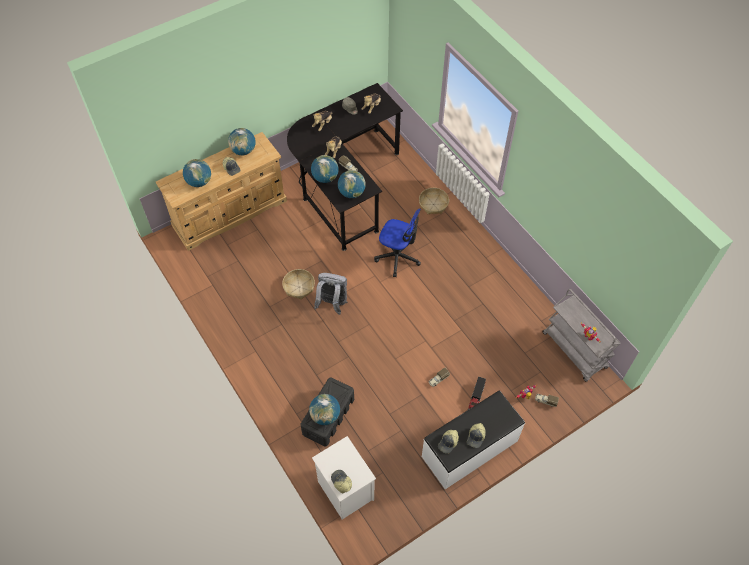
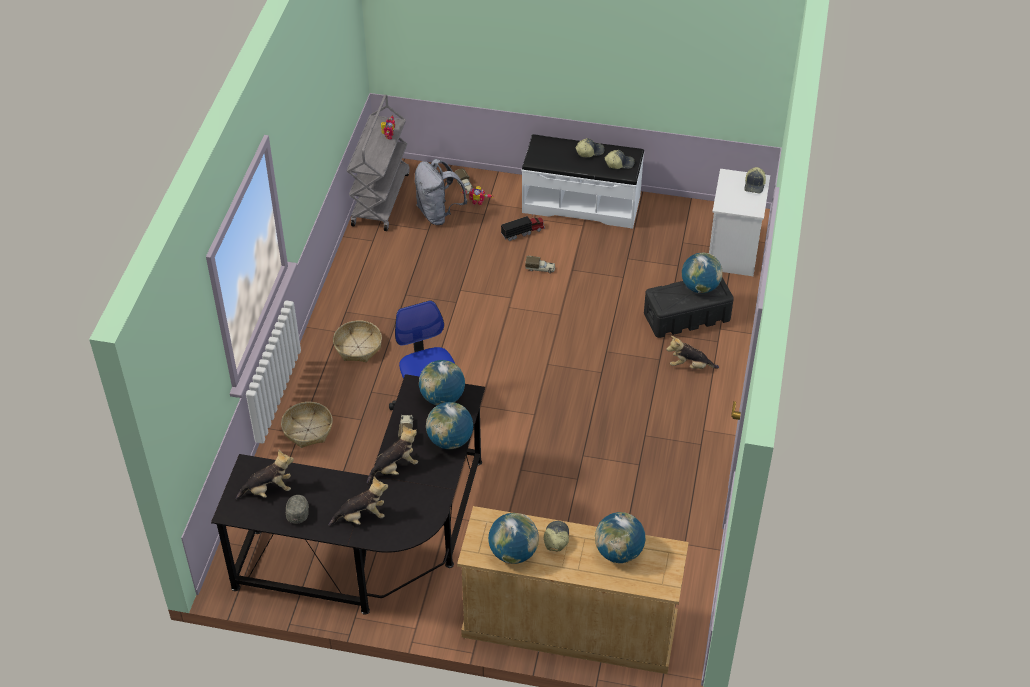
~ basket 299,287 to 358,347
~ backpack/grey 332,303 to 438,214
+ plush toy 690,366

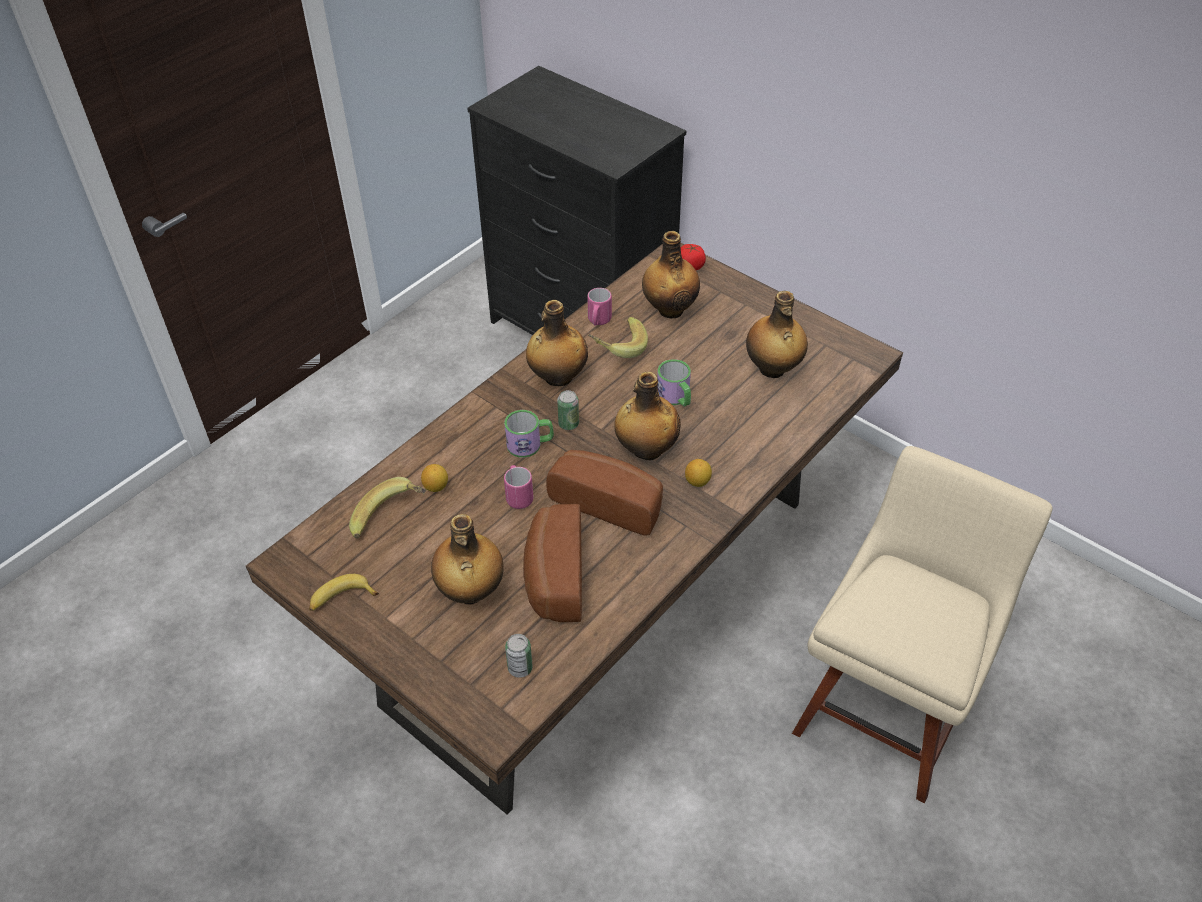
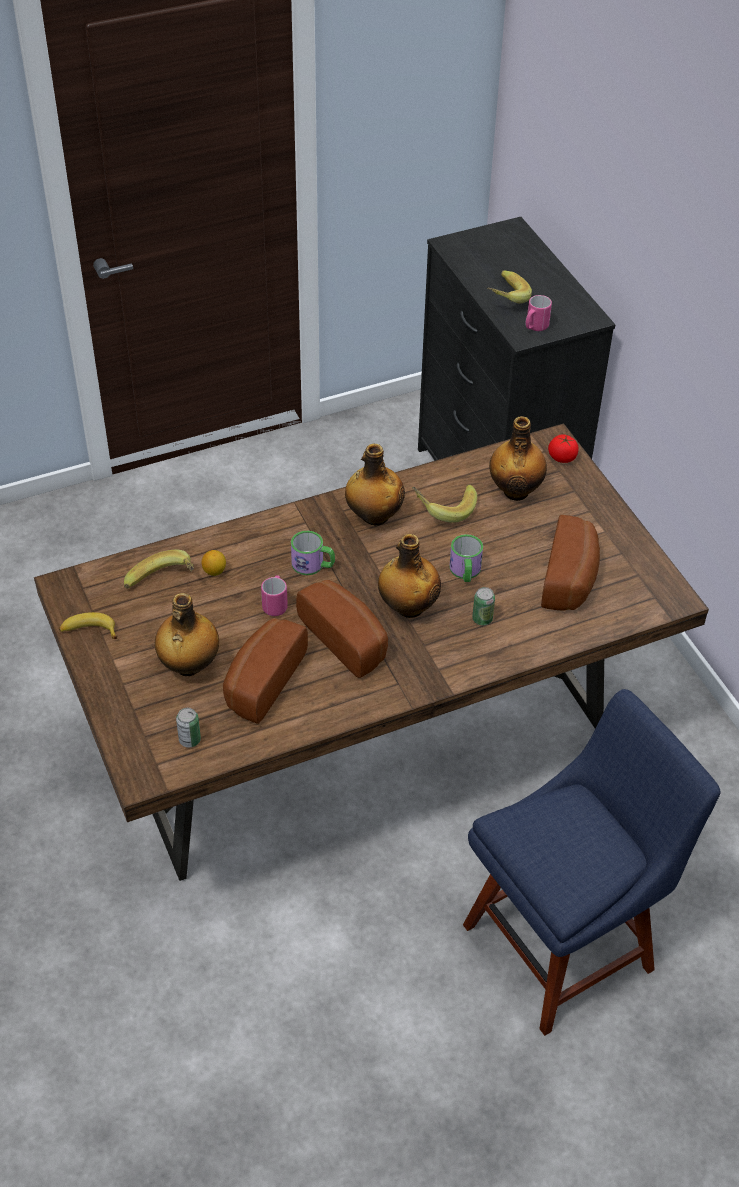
~ can 568,424 to 482,619
~ mug/pink 598,321 to 534,327
- lemon 697,481
~ bottle 772,369 to bread 571,579
~ chair/beige 887,708 to chair/blue 566,942
+ banana 503,298

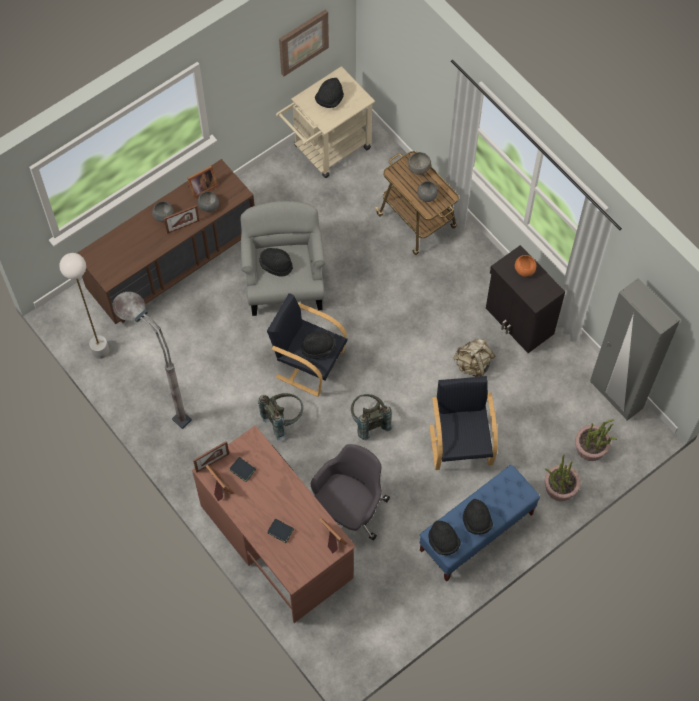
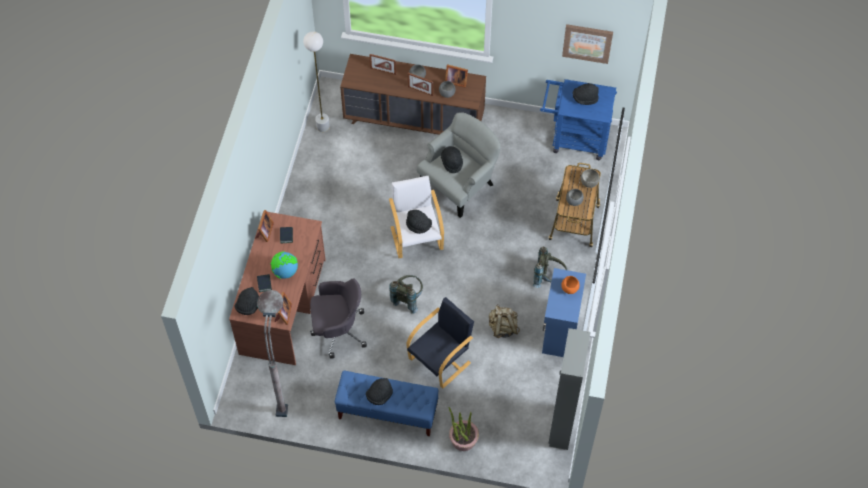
~ floor lamp/grey 161,401 to 285,388
~ picture frame 212,462 to 383,71
~ backpack/grey 283,419 to 549,278
~ armchair/black 309,363 to armchair/white 416,237
~ cart/beige 327,150 to cart/blue 574,139
~ hat/black 443,541 to 248,306
~ cabinet/black 519,322 to cabinet/blue 559,332
- potted plant 591,447
+ globe 285,272

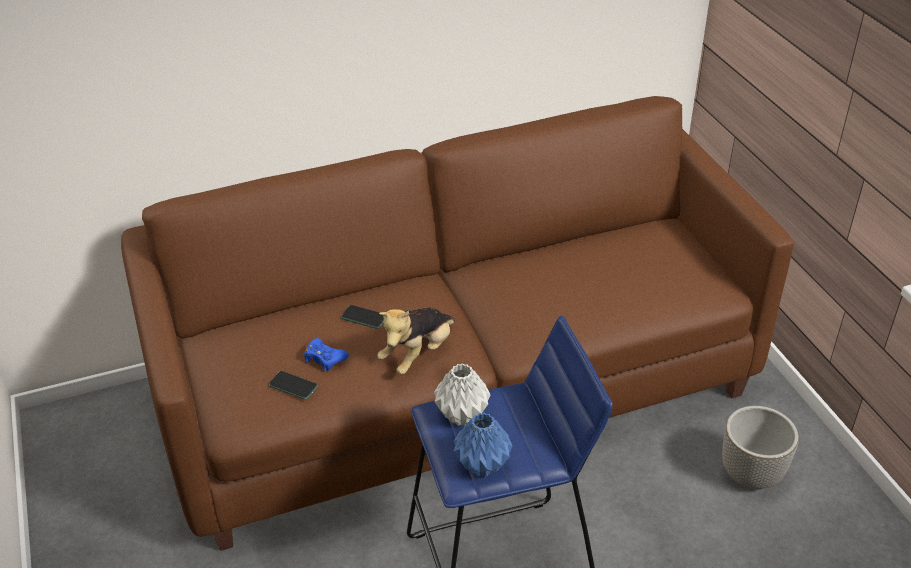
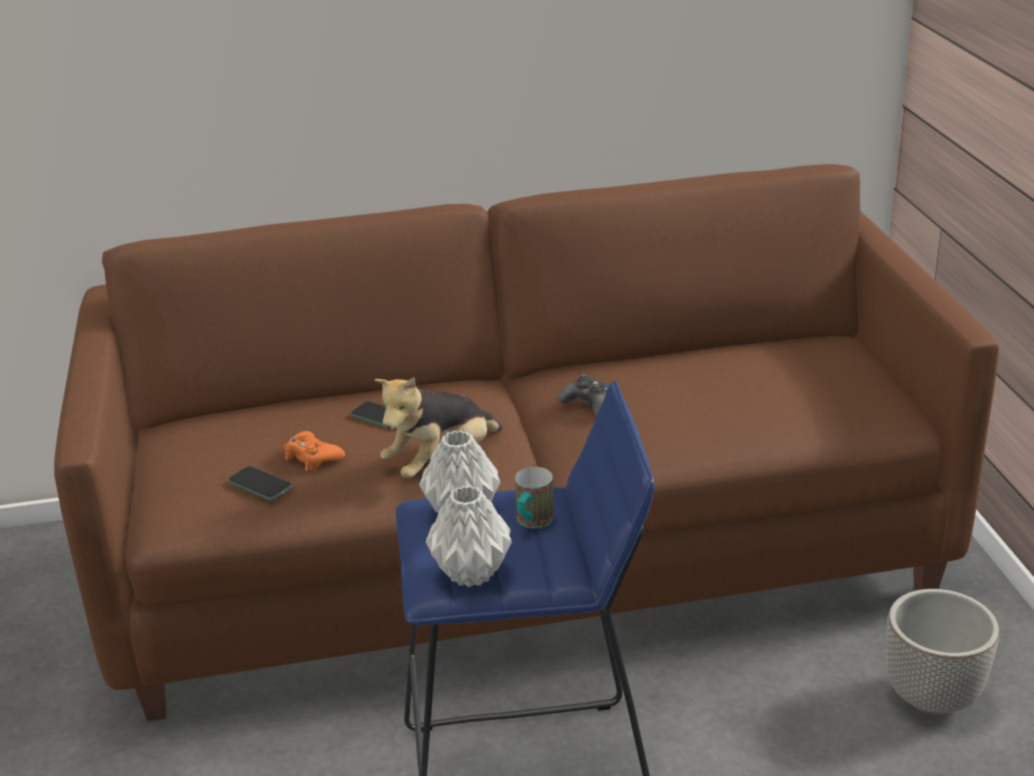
~ game controller/blue 324,359 to game controller/orange 312,458
~ vase/blue 482,467 to vase/grey 471,575
+ mug 532,522
+ game controller/black 589,404

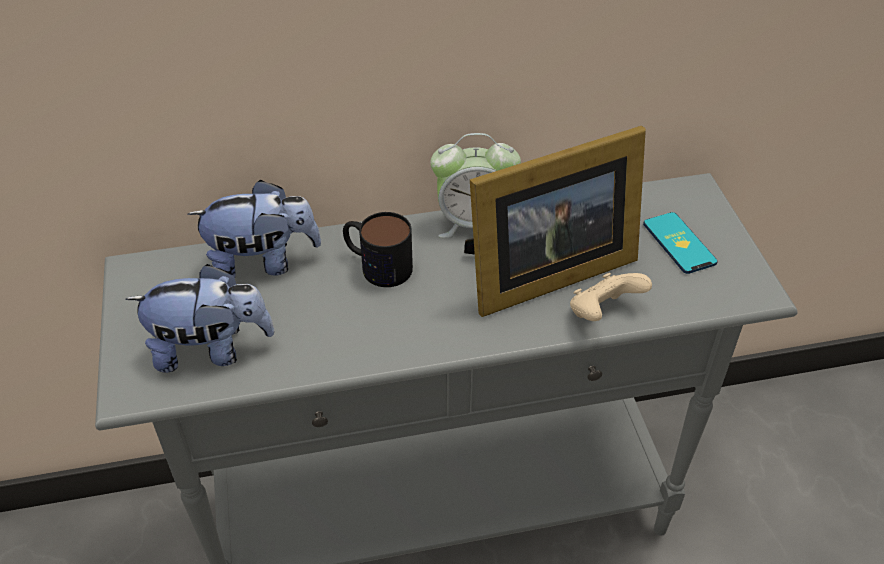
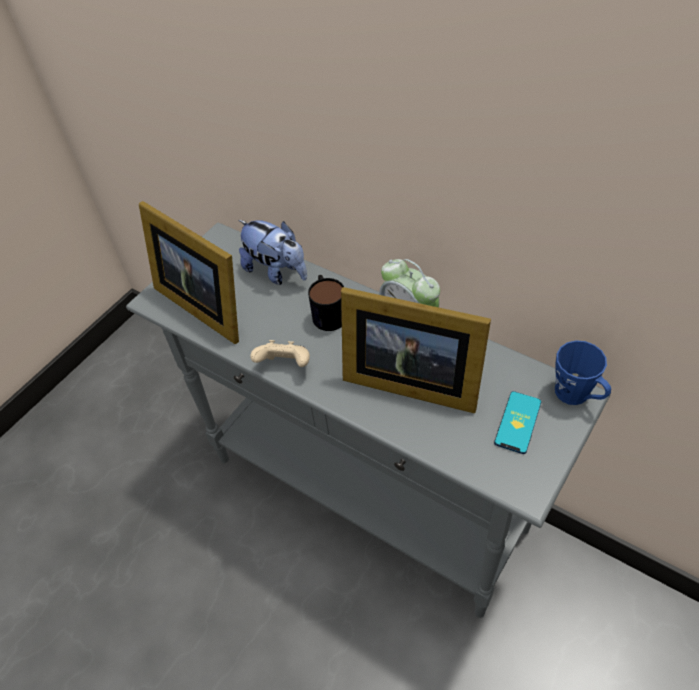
~ plush toy 211,349 to picture frame 204,302
~ game controller/beige 603,313 to 285,365
+ mug/blue 577,395

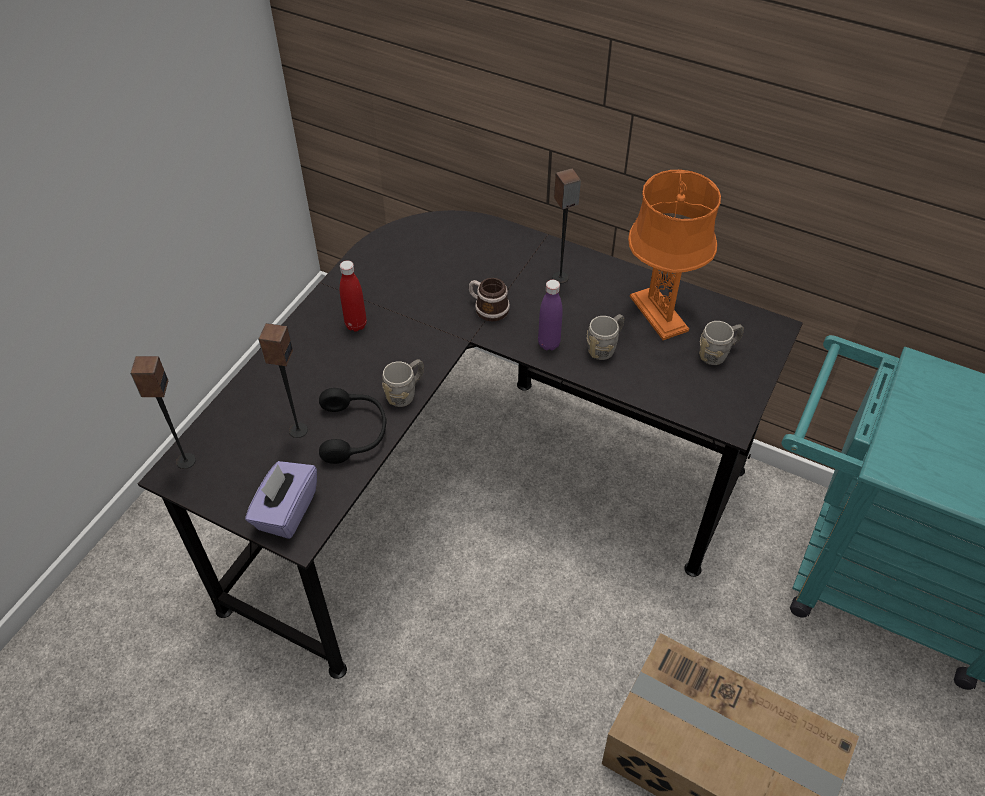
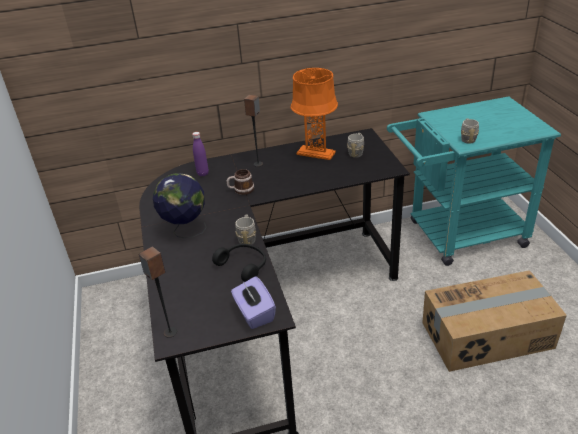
- speaker 298,430
~ bottle/red 356,325 to globe 185,230
~ bottle/purple 549,344 to 203,173
~ mug/grey 605,347 to 467,138

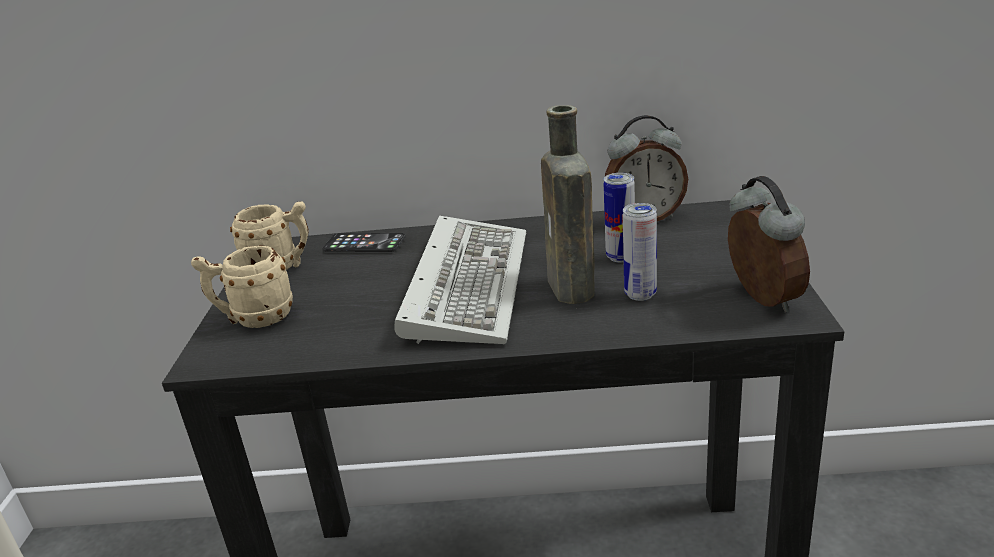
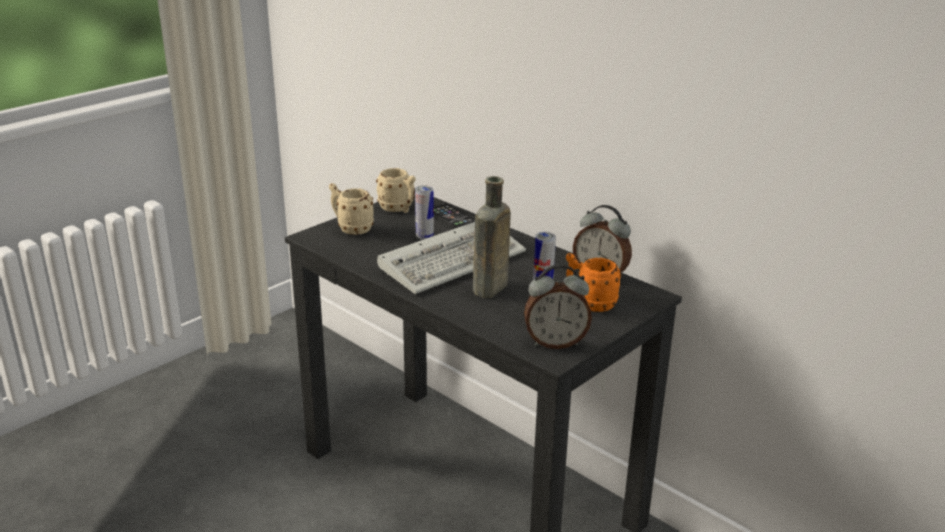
~ can 640,294 to 424,237
~ alarm clock 760,300 = 555,342 60 degrees clockwise
+ mug/orange 589,303

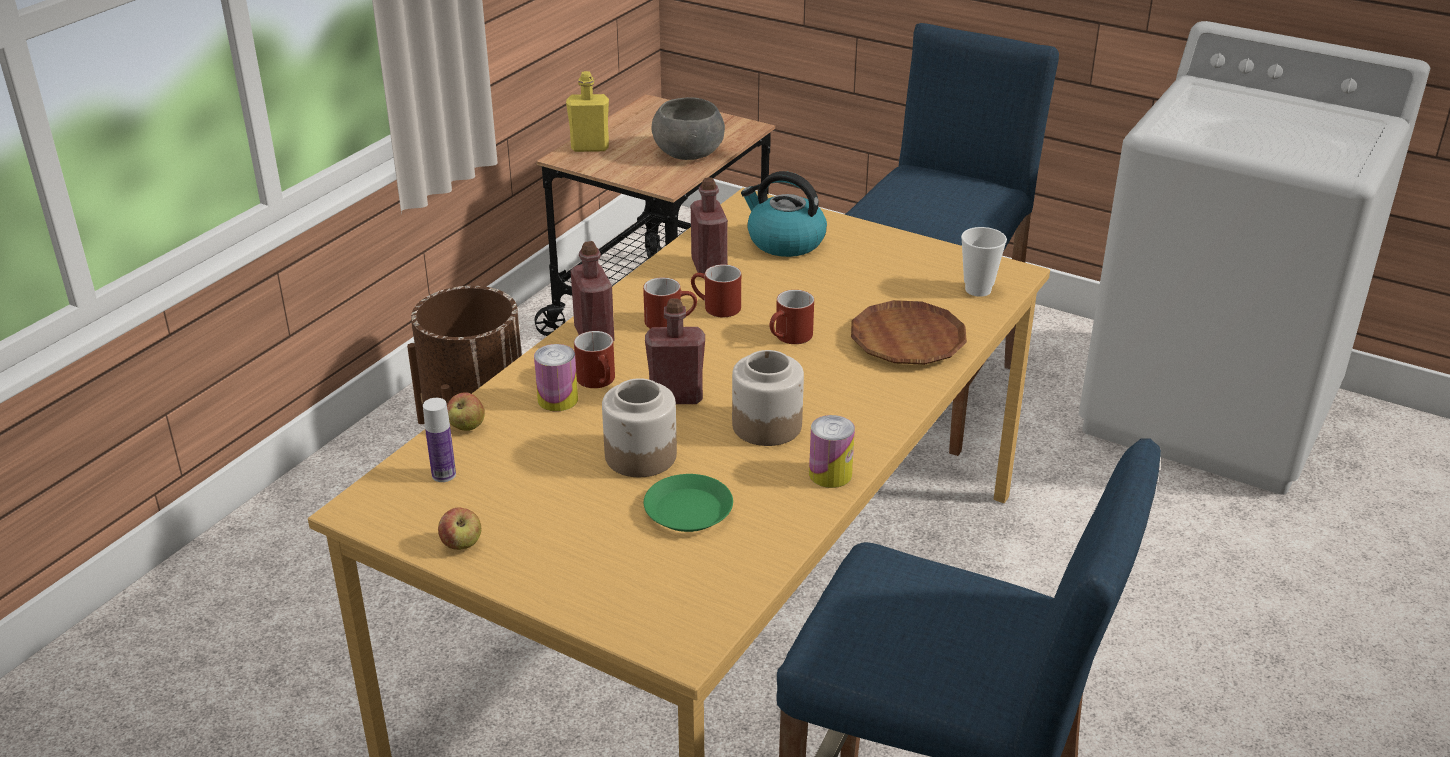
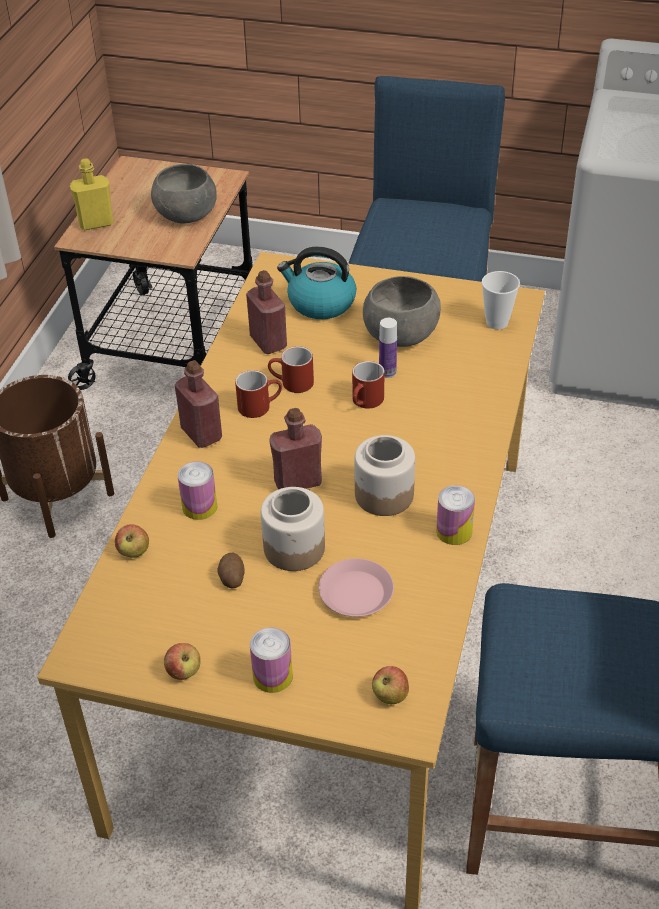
~ bottle 444,475 to 387,372
- mug/red 600,381
~ plate/green 688,510 to plate/pink 356,592
- plate/brown 907,340
+ potato 231,578
+ can 272,676
+ bowl/grey 400,333
+ apple 390,695

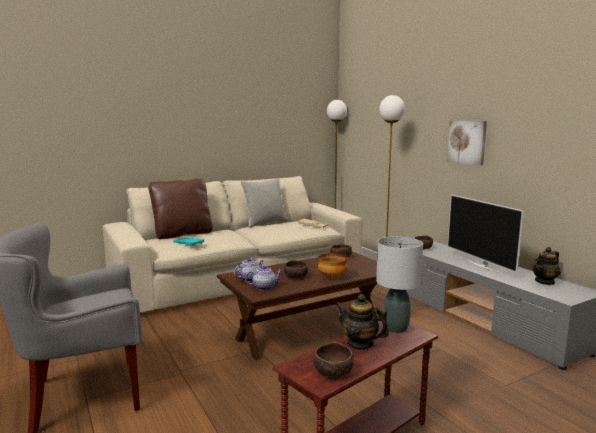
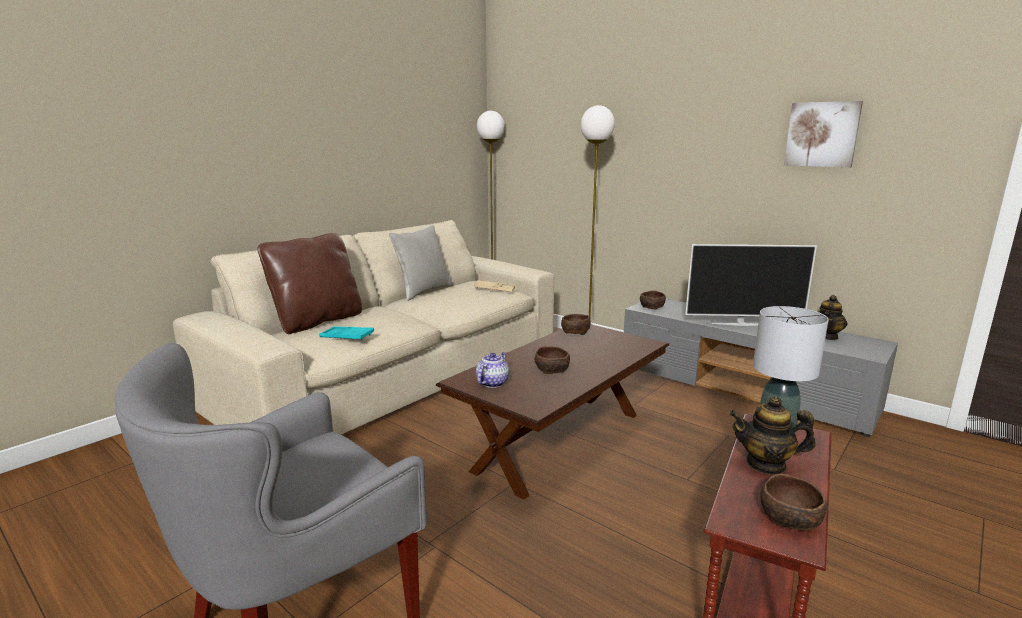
- teapot 264,287
- bowl 332,278
~ picture 467,142 to 822,134
~ television 481,266 = 741,324 45 degrees counterclockwise

